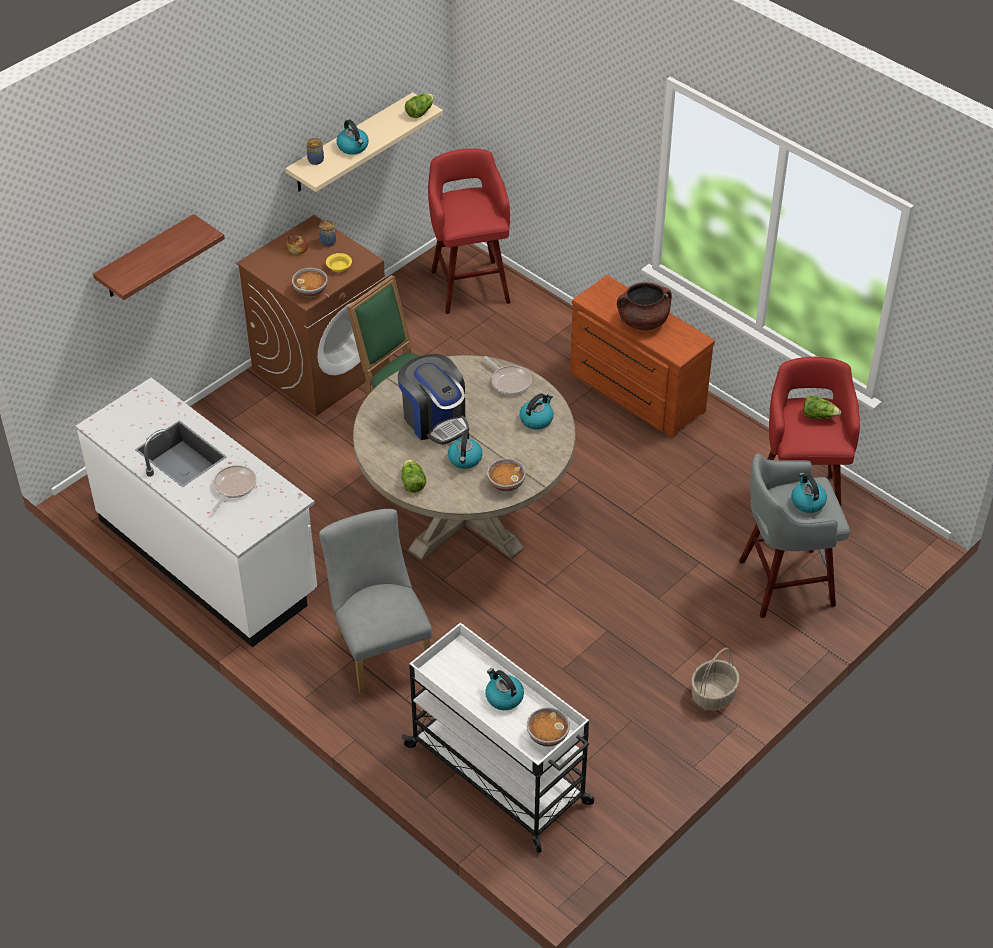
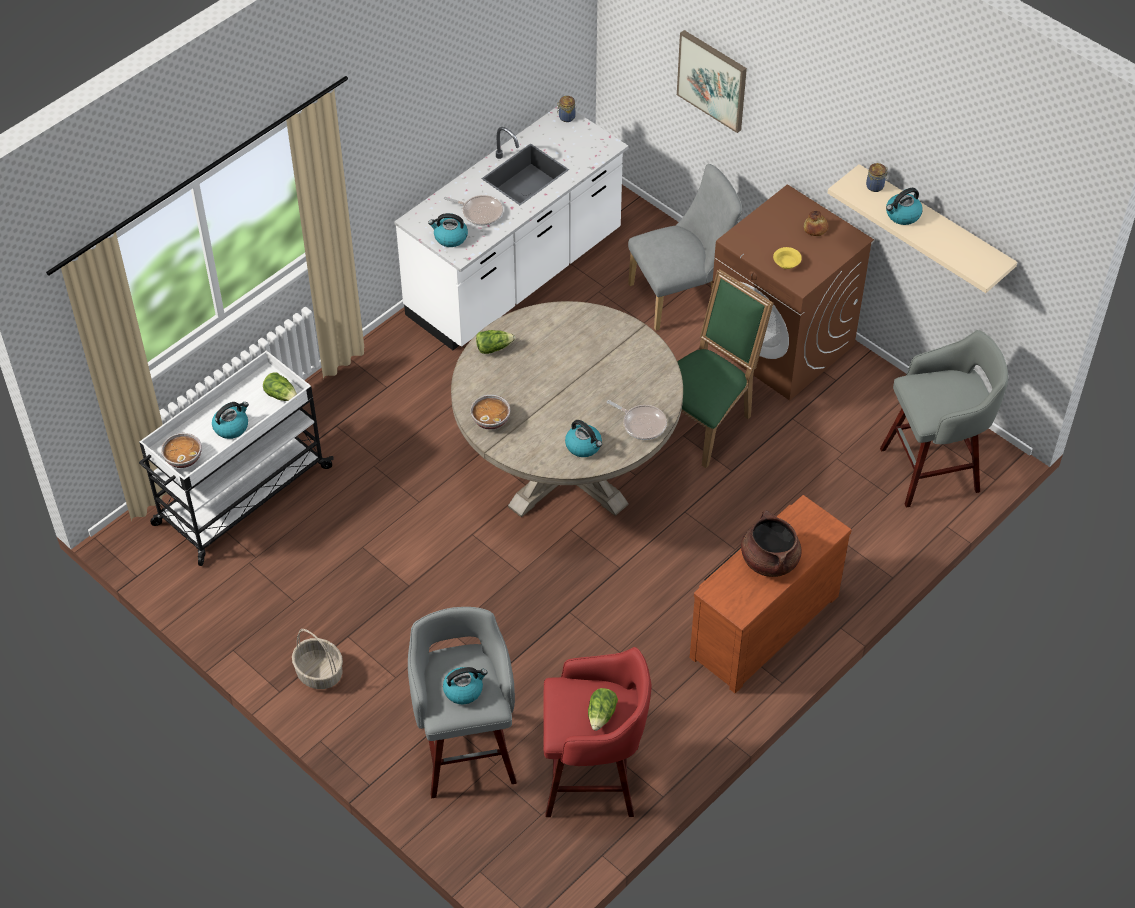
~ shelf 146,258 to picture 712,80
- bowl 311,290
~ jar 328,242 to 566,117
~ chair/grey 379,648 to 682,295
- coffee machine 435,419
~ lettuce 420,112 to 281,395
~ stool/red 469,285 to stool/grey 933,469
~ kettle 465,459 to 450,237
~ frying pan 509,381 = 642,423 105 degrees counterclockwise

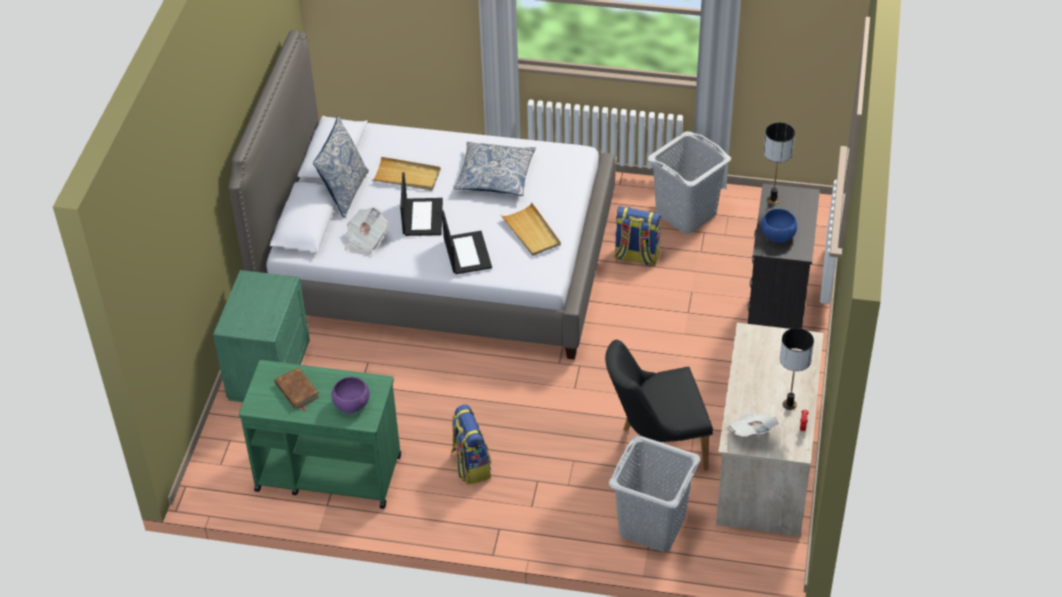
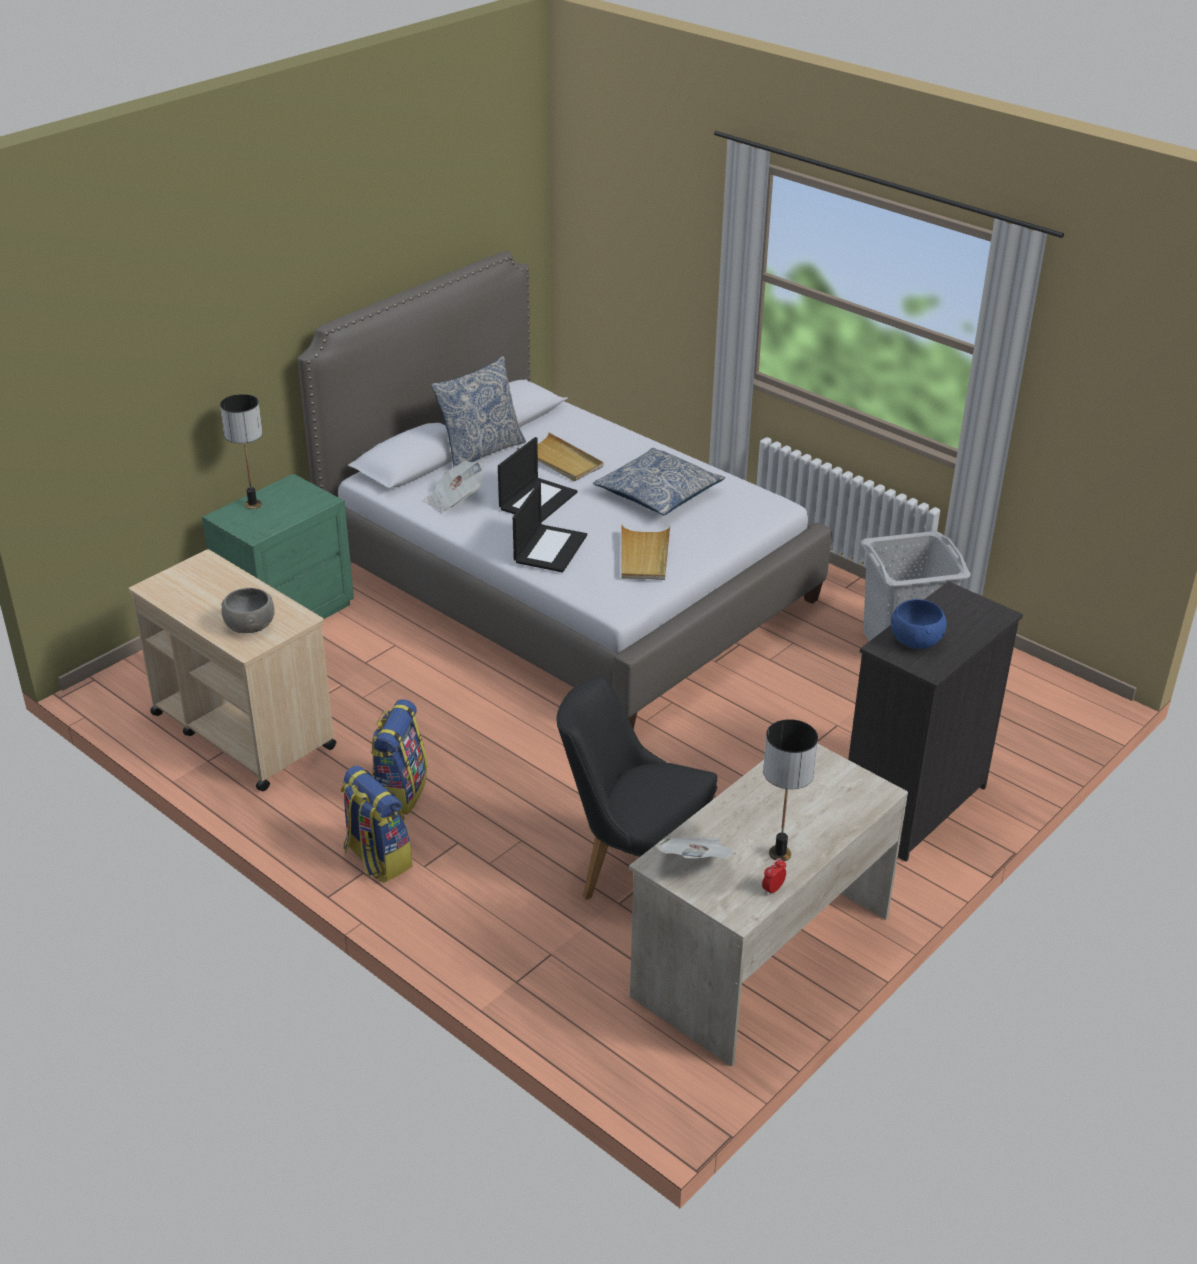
~ cart/green 327,472 to cart/beige 242,730
- book/brown 297,391
~ bowl/purple 351,404 to bowl/grey 250,625
- laundry basket/grey 652,525
~ backpack 636,256 to 376,858
~ table lamp 773,200 to 253,504

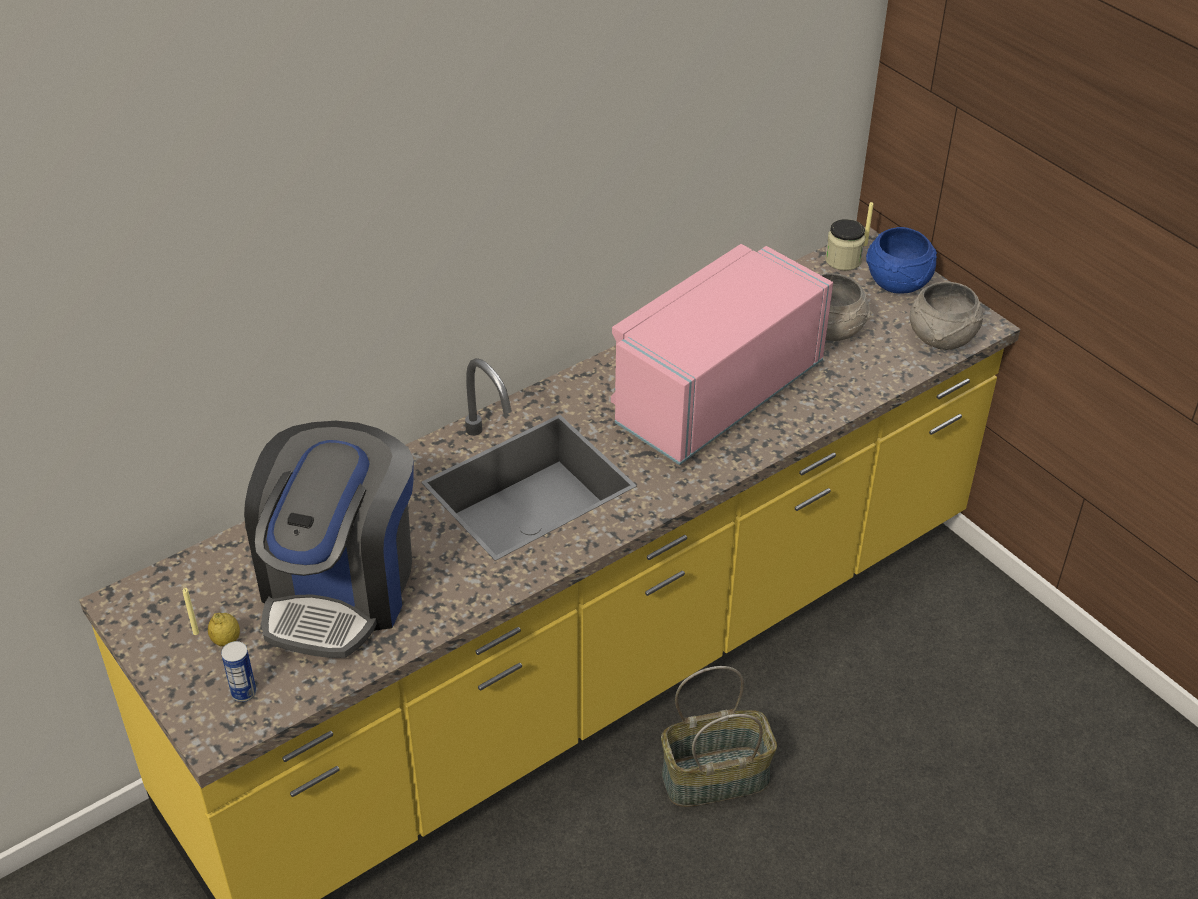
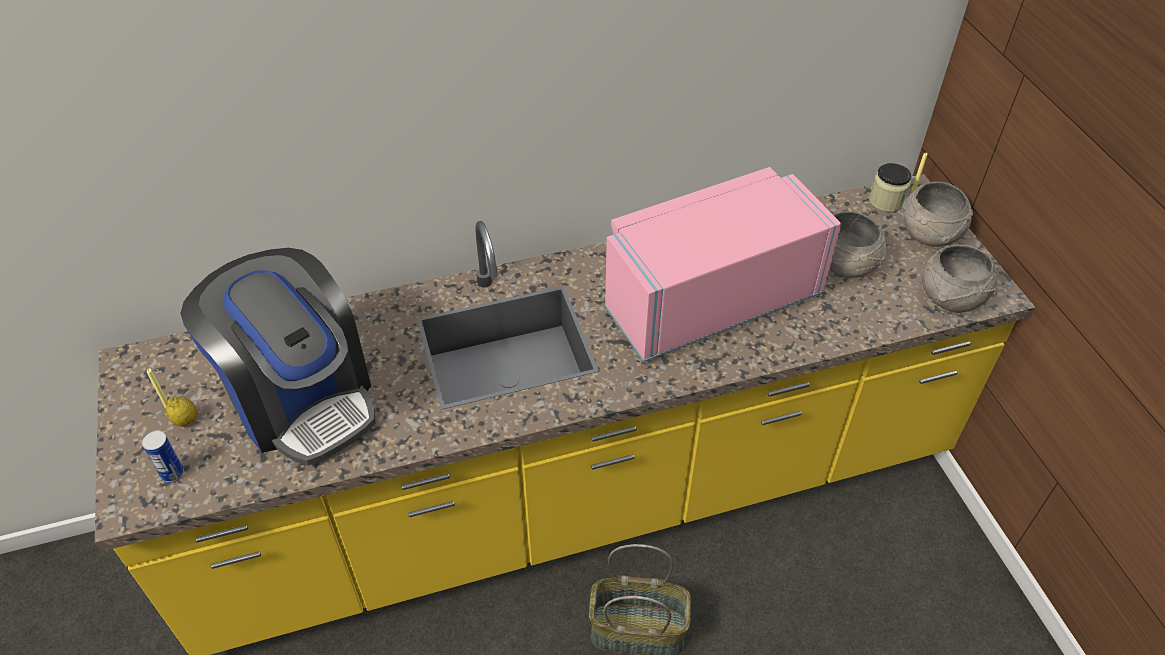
~ coffee machine 340,587 = 301,398 75 degrees counterclockwise
~ bowl/blue 898,282 to bowl/grey 930,233

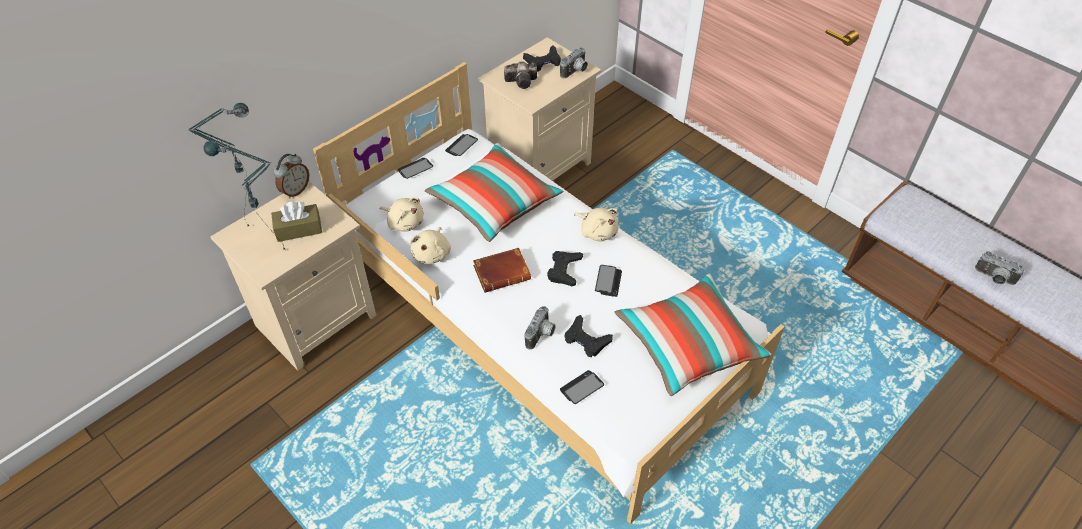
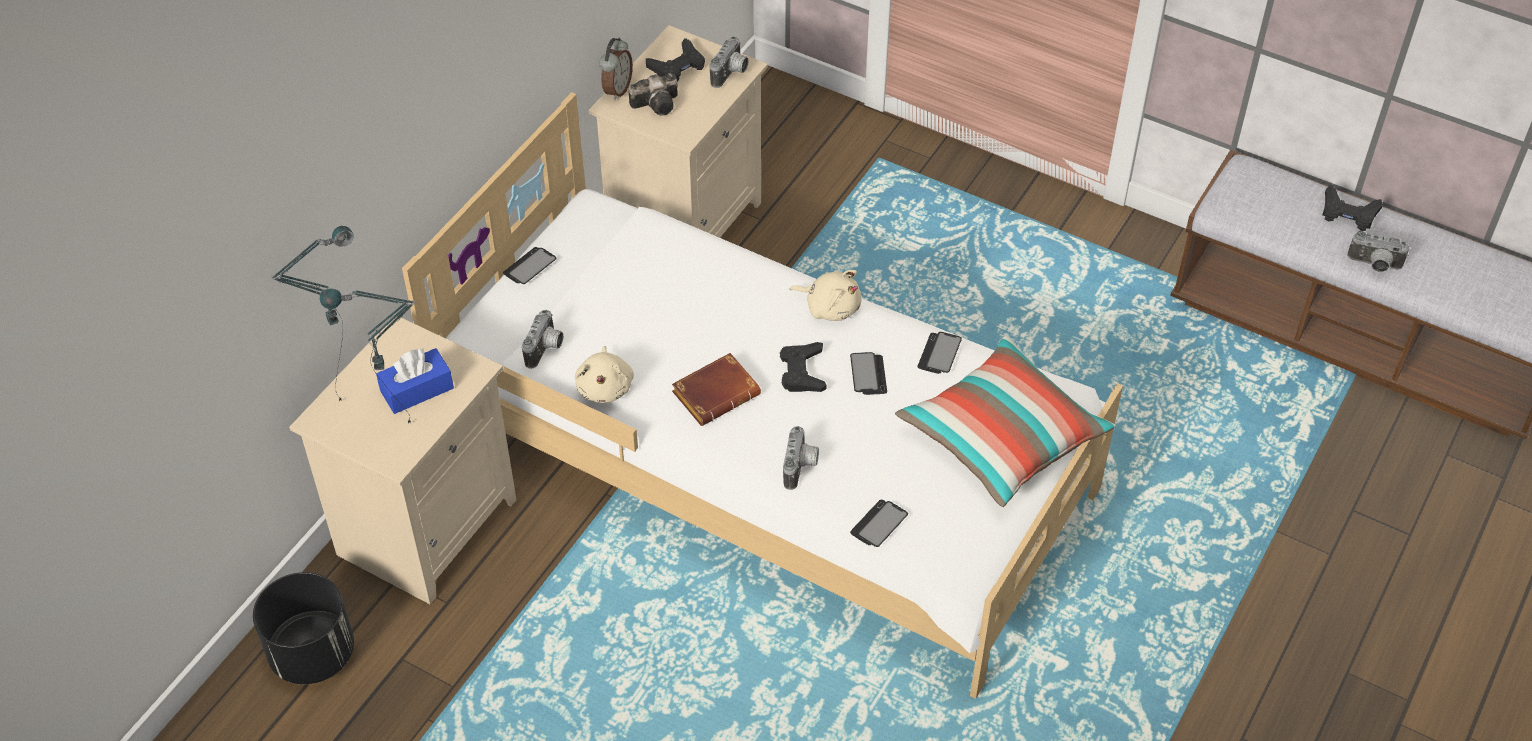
~ tissue box/brown 299,229 to tissue box/blue 417,390
~ alarm clock 295,190 to 617,89
~ plush toy/beige 404,222 to photo camera 546,349
- pillow 494,203
~ phone 461,146 to 939,354
~ game controller/black 586,340 to 1348,213
+ planter/black 312,653

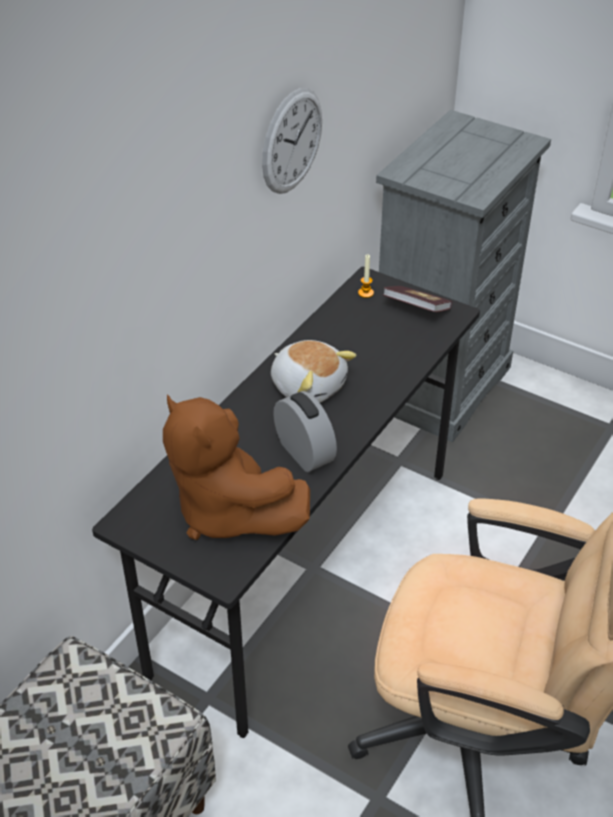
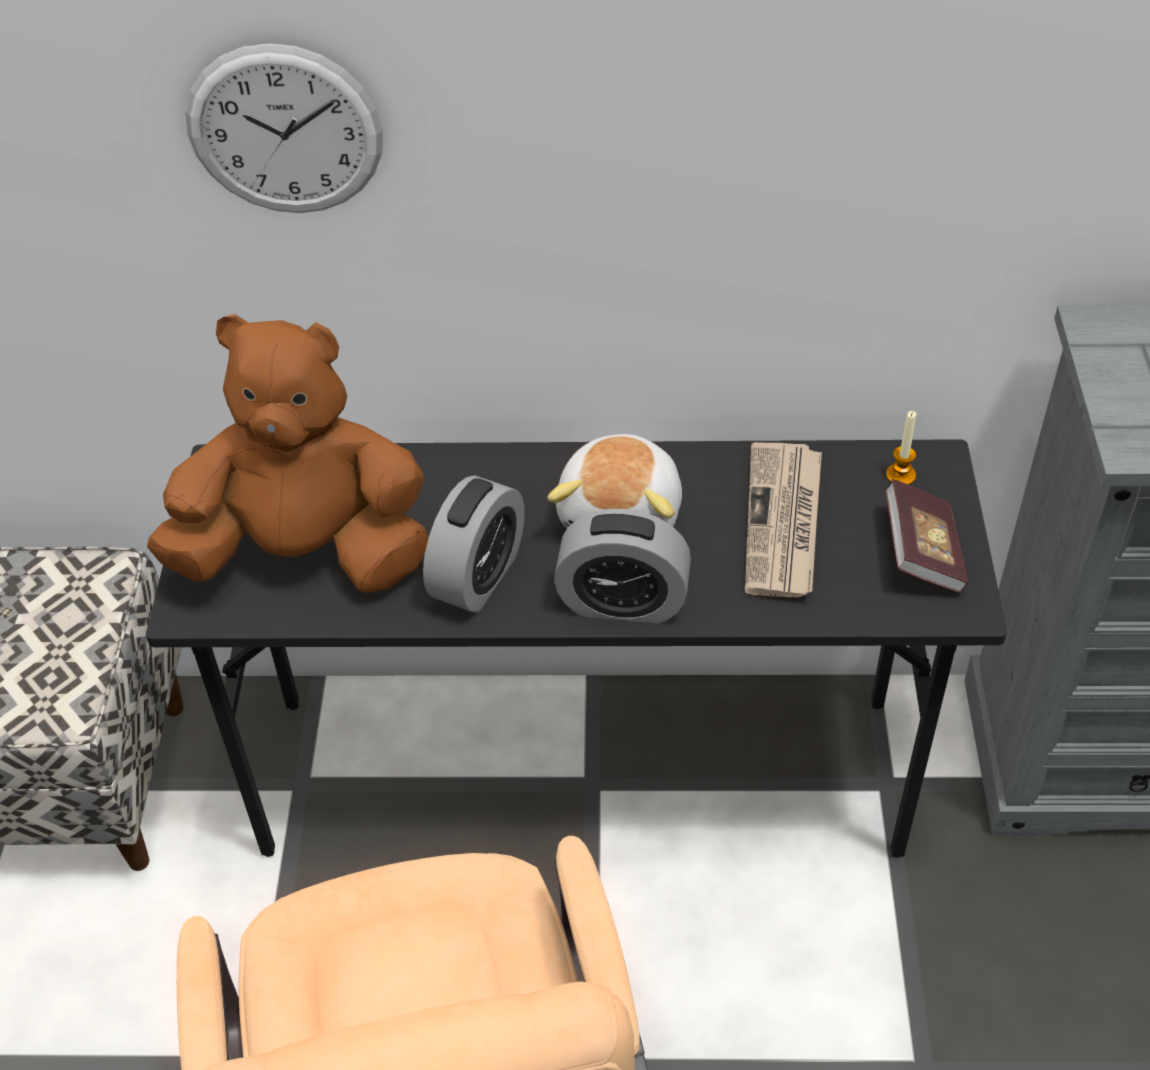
~ plush toy/brown 228,511 = 307,553 75 degrees clockwise
~ wall clock 292,141 to 285,131
+ alarm clock 623,602
+ newspaper 784,524

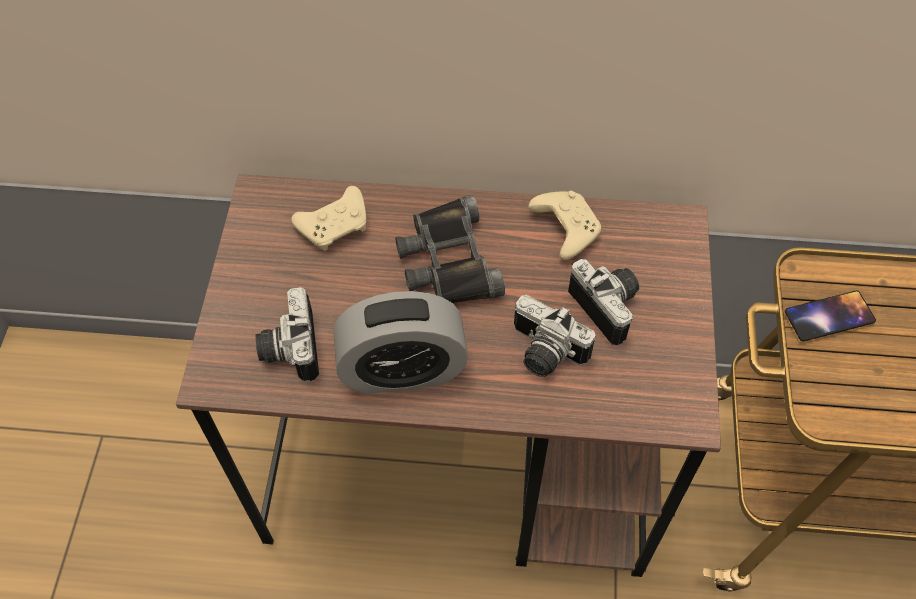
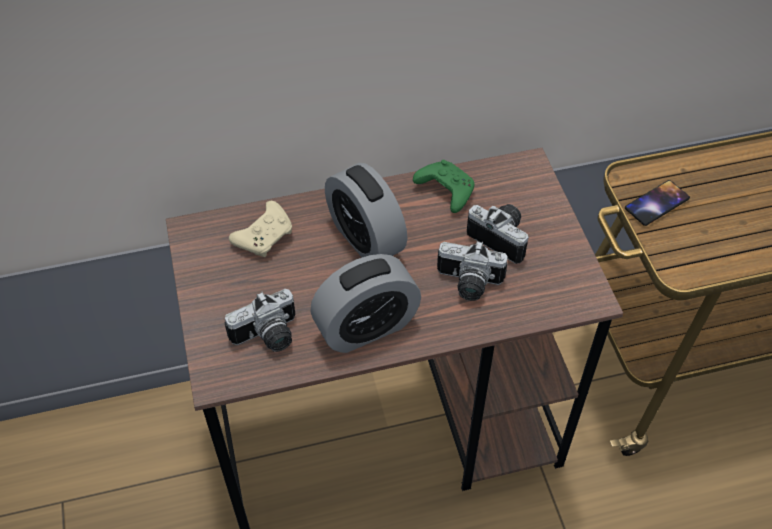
~ photo camera 288,348 = 268,337 90 degrees counterclockwise
~ binoculars/black 447,261 to alarm clock 365,238
~ game controller/beige 564,228 to game controller/green 444,191

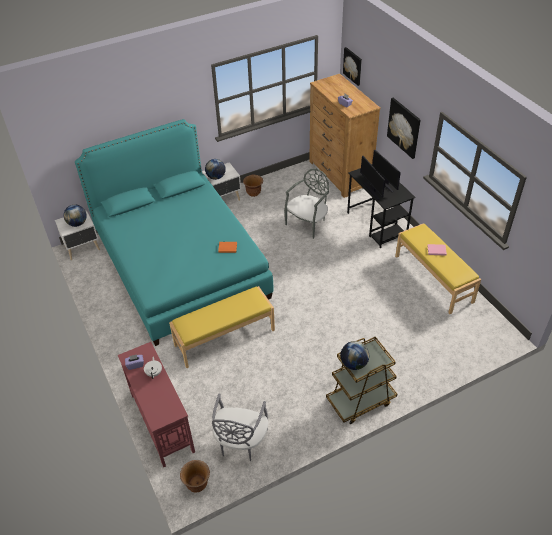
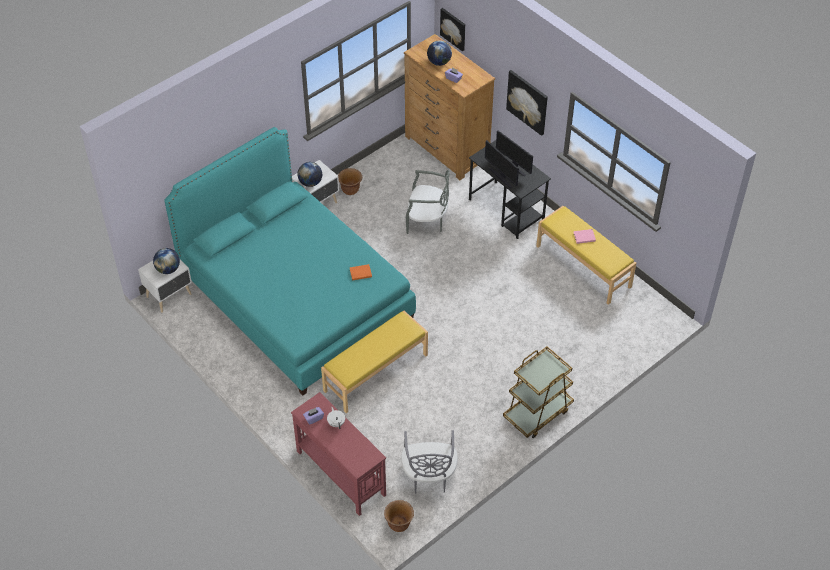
~ chair/grey 308,223 = 427,220 75 degrees clockwise
~ globe 353,363 to 439,62

